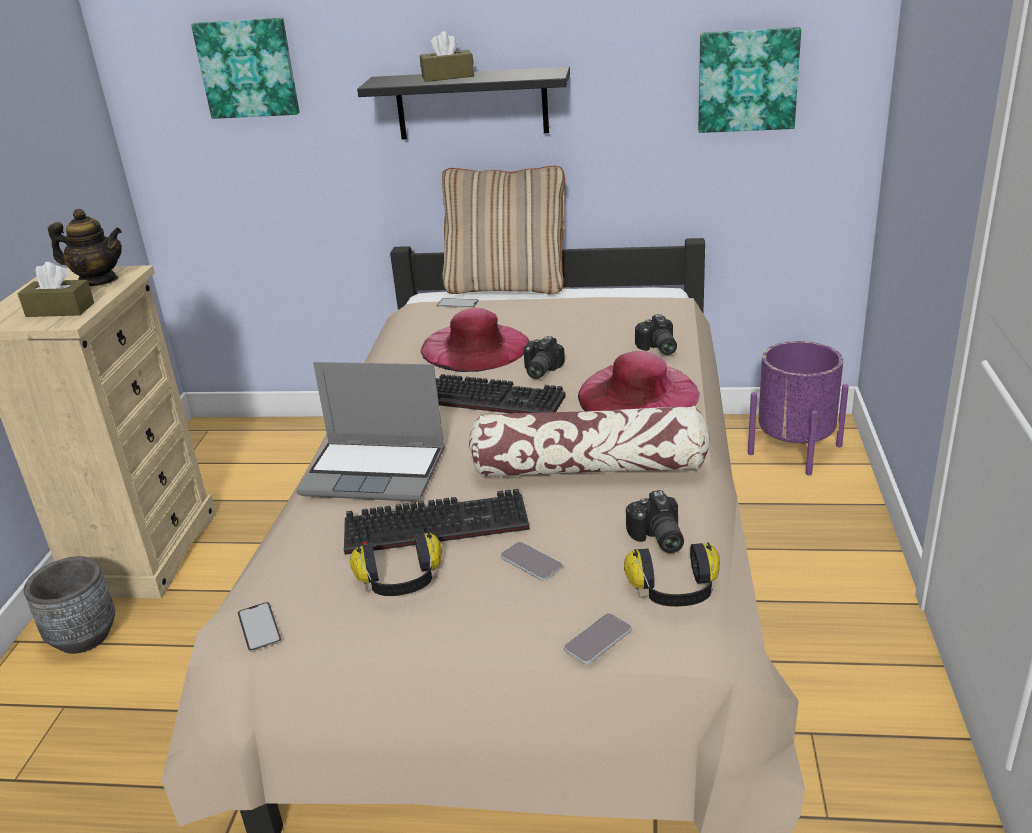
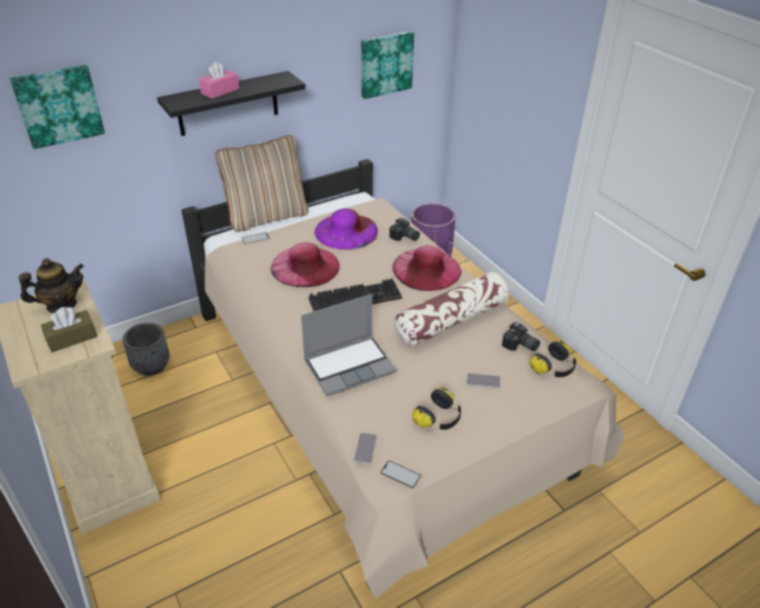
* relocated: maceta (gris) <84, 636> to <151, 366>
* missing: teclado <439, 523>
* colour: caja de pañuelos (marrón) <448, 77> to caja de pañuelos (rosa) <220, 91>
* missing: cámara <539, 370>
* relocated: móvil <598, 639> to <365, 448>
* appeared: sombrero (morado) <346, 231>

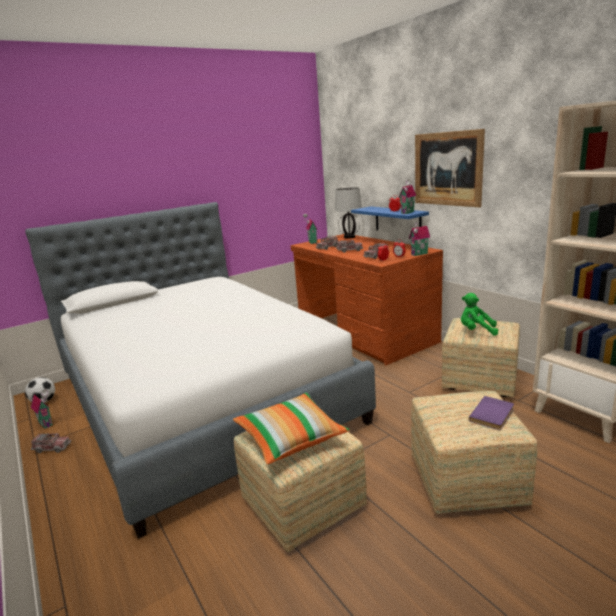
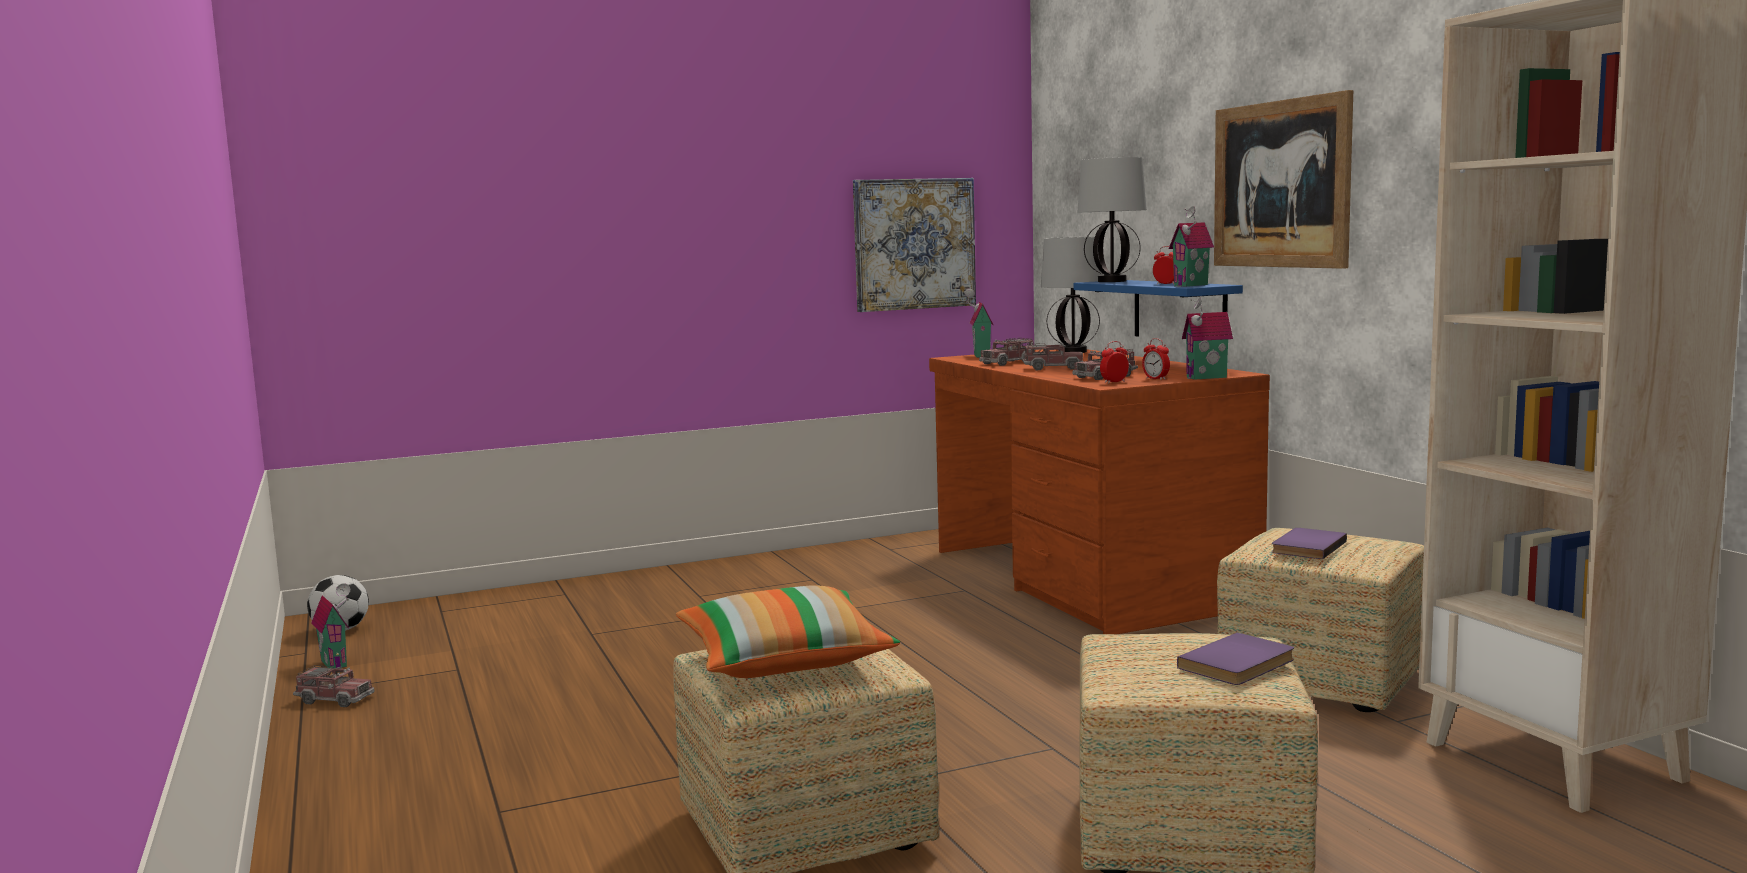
* missing: cama <201, 399>
* exchanged: peluche (verde) <476, 331> to libro (morado) <1306, 547>
* appeared: cuadro <914, 244>
* appeared: lámpara de mesa <1111, 281>

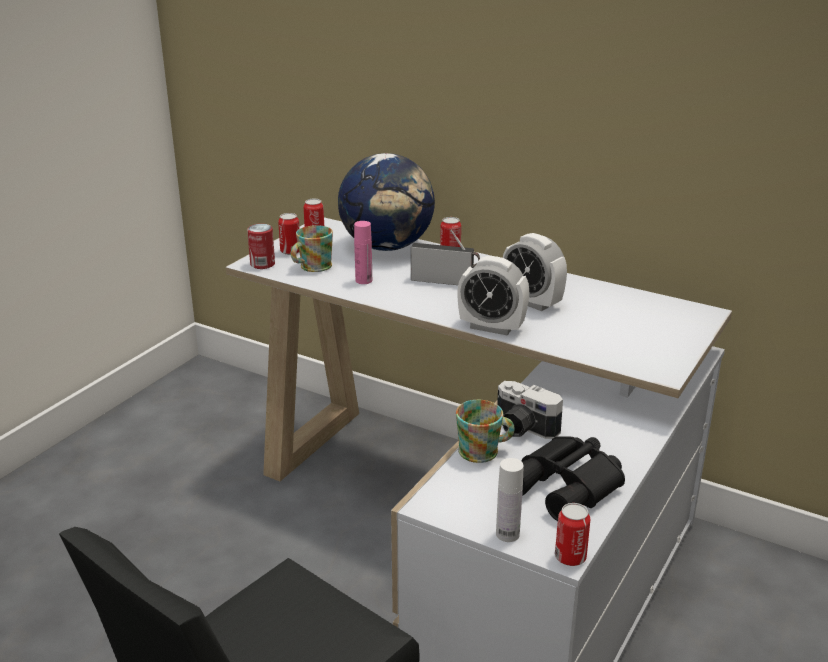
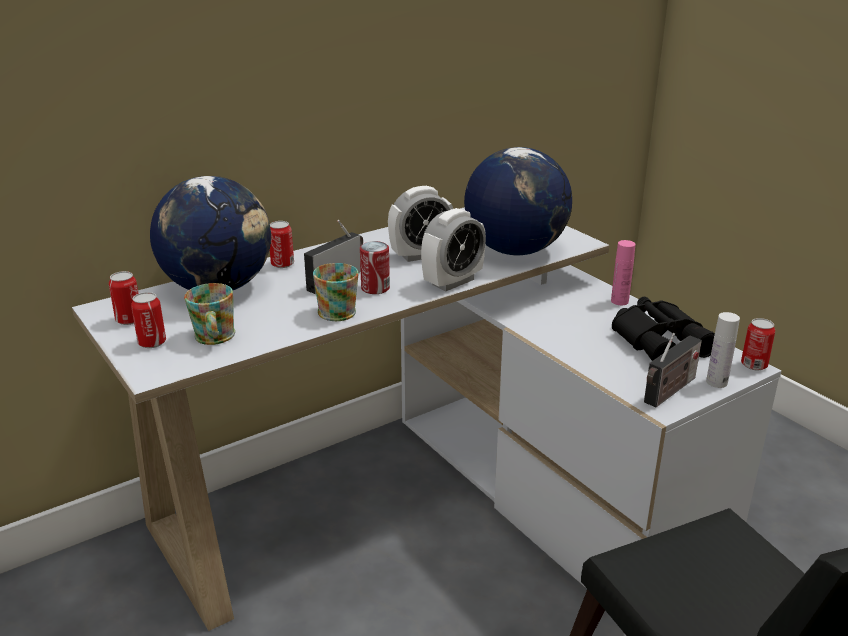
* relocated: lata <262, 264> to <375, 288>
* relocated: botella (rosa) <364, 280> to <619, 301>
* relocated: taza grande <484, 451> to <340, 310>
* missing: cámara <523, 428>
* appeared: globo terráqueo <515, 250>
* appeared: radio <668, 392>

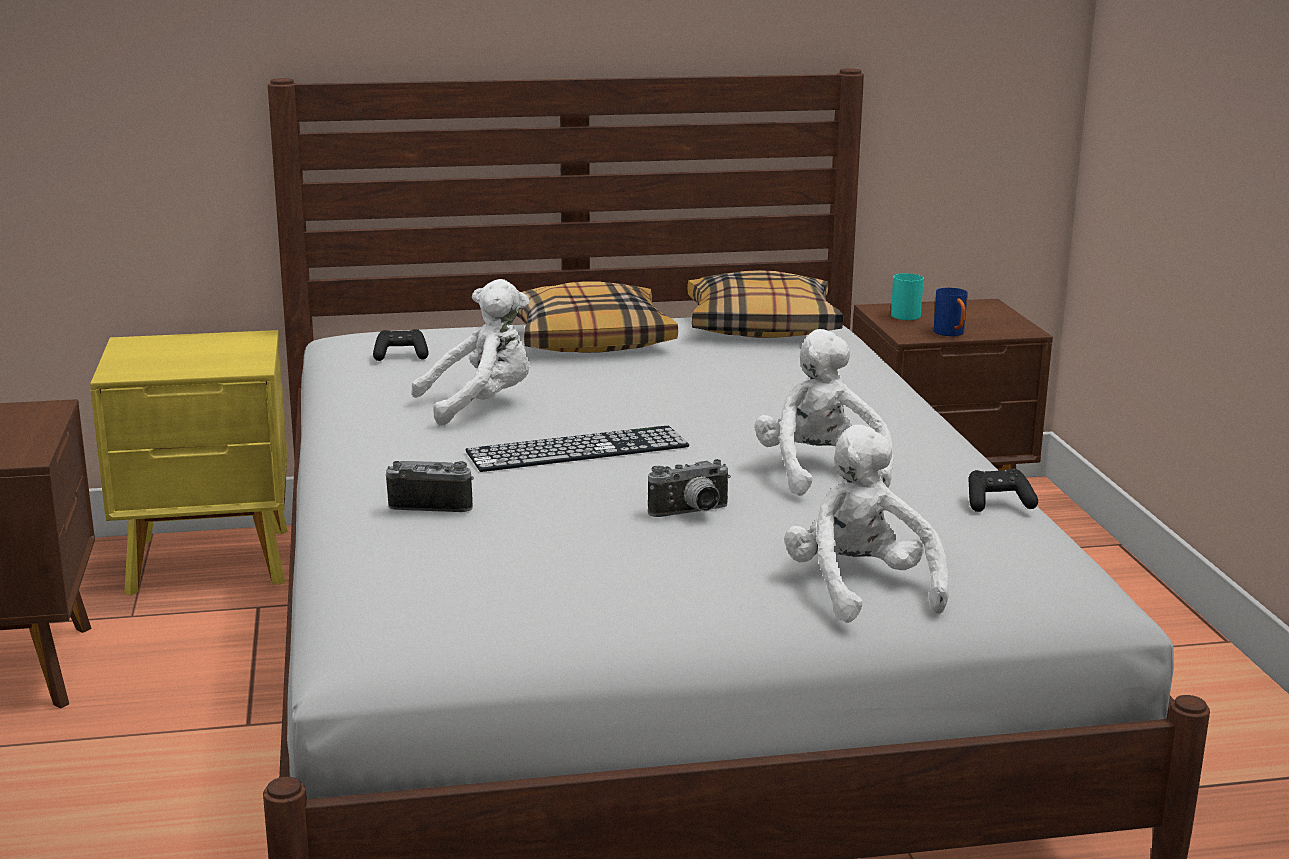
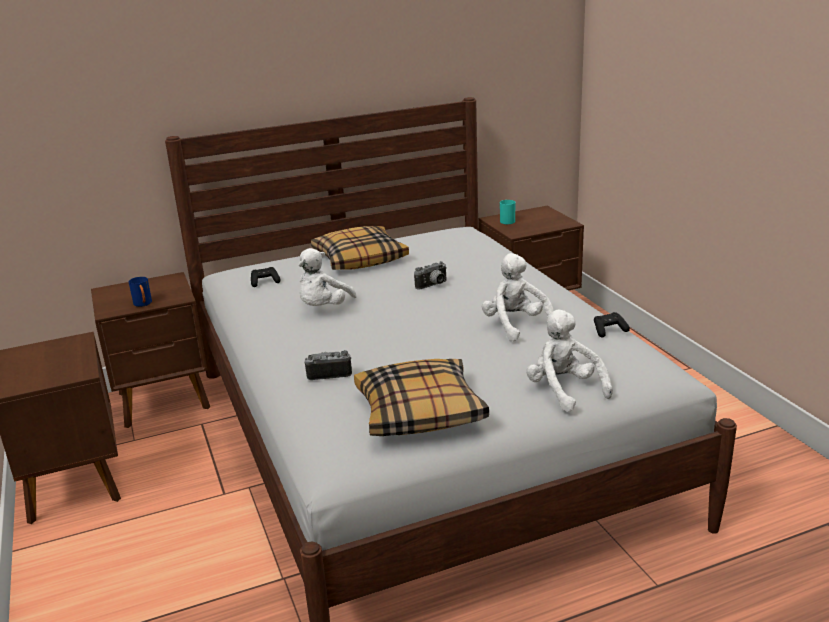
* colour: mesita de noche (amarillo) <212, 562> to mesita de noche (marrón) <165, 401>
* spun: peluche (blanco) <481, 405> = <324, 308> 150 degrees clockwise
* missing: teclado <577, 449>
* relocated: cámara <692, 513> to <433, 286>
* relocated: cojín <761, 327> to <419, 412>
* relocated: taza grande (azul) <951, 334> to <143, 304>

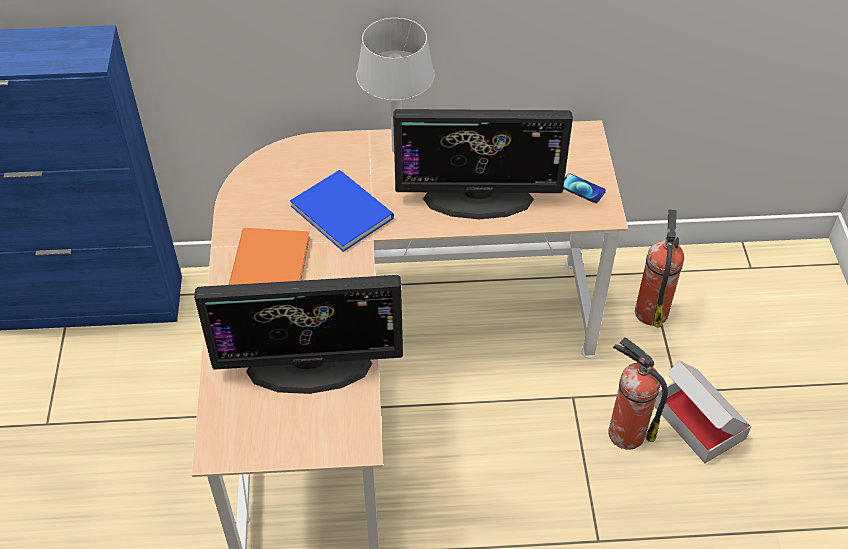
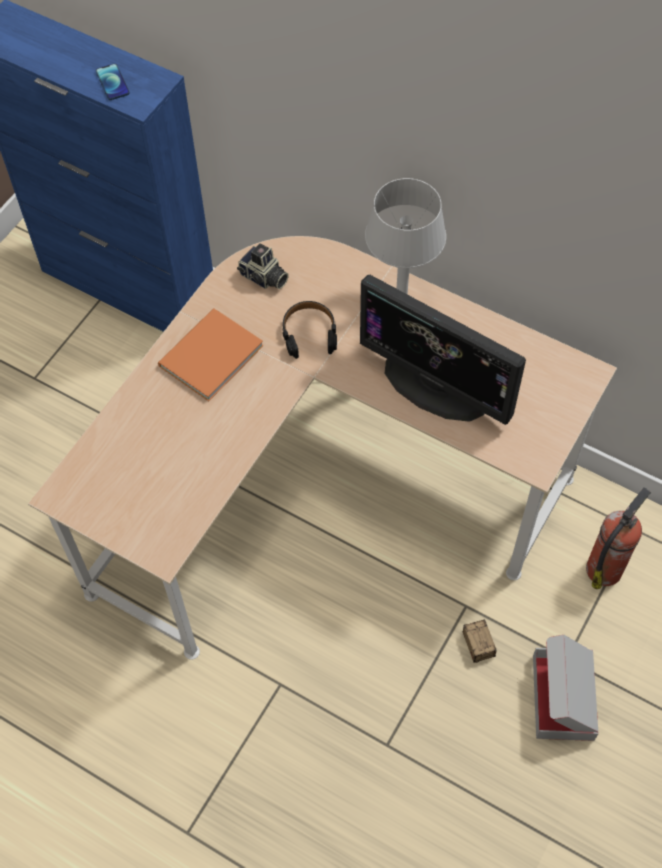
* missing: monitor <309, 366>
* exchanged: libro (azul) <342, 209> to auriculares (negro) <309, 333>
* relocated: móvil <582, 189> to <112, 82>
* exchanged: extintor <624, 432> to caja de almacenaje <486, 666>
* appeared: cámara <263, 278>

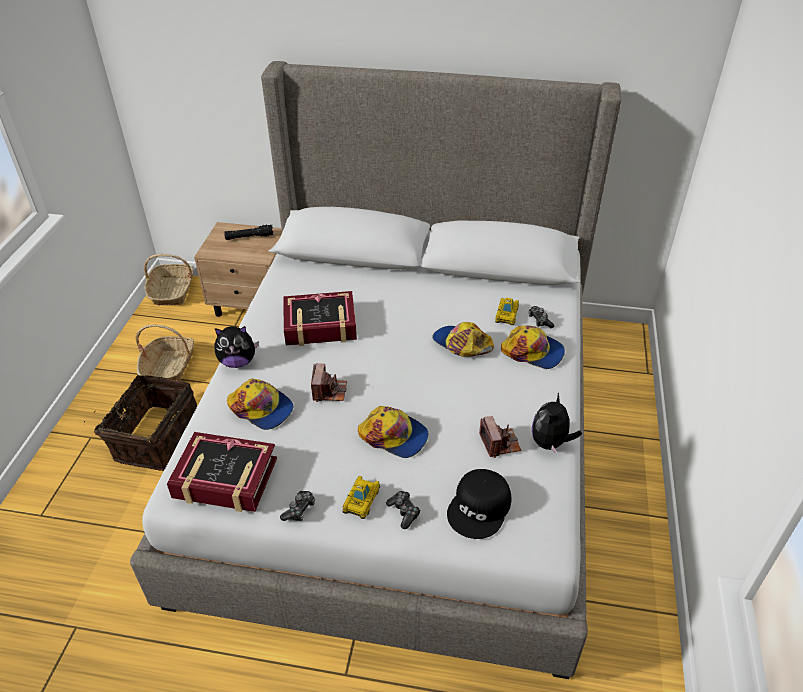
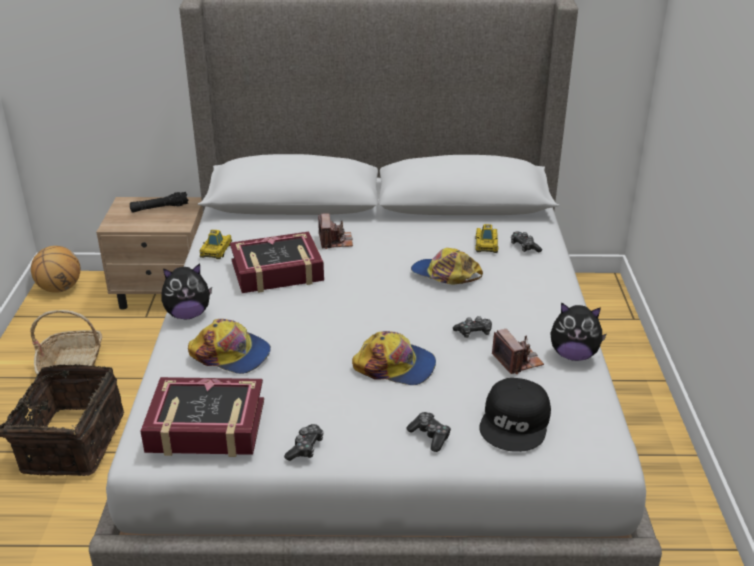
* exchanged: cesta <172, 291> to balón de baloncesto <59, 289>
* relocated: cámara <329, 391> to <335, 241>
* relocated: coche de juguete <361, 500> to <216, 250>
* missing: gorra <533, 352>
* spun: peluche <550, 443> = <573, 355> 90 degrees counterclockwise
* appeared: mando de consola <473, 332>

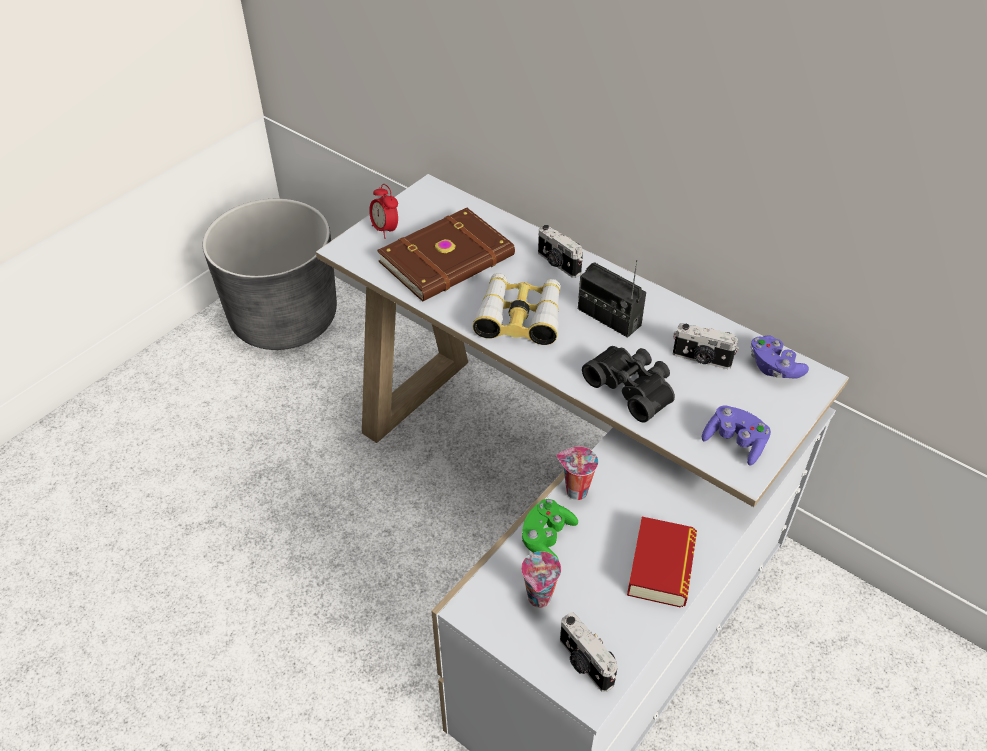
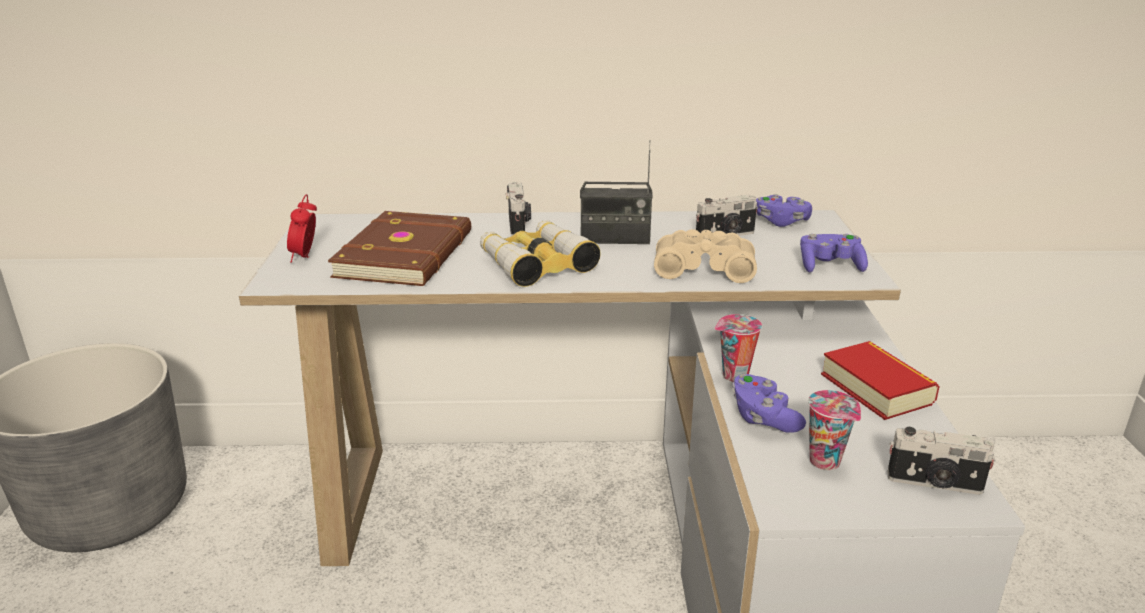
* spun: despertador <385, 230> = <305, 257> 75 degrees clockwise
* colour: mando de consola (verde) <547, 538> to mando de consola (morado) <763, 418>
* spun: cámara <557, 264> = <519, 225> 105 degrees counterclockwise
* colour: prismáticos (negro) <632, 387> to prismáticos (beis) <704, 268>

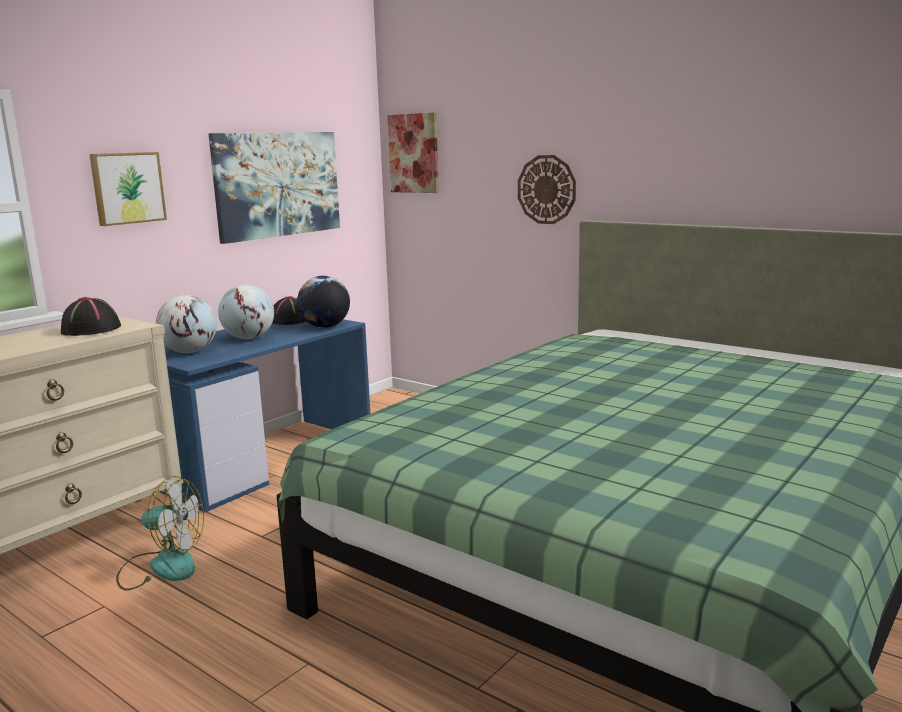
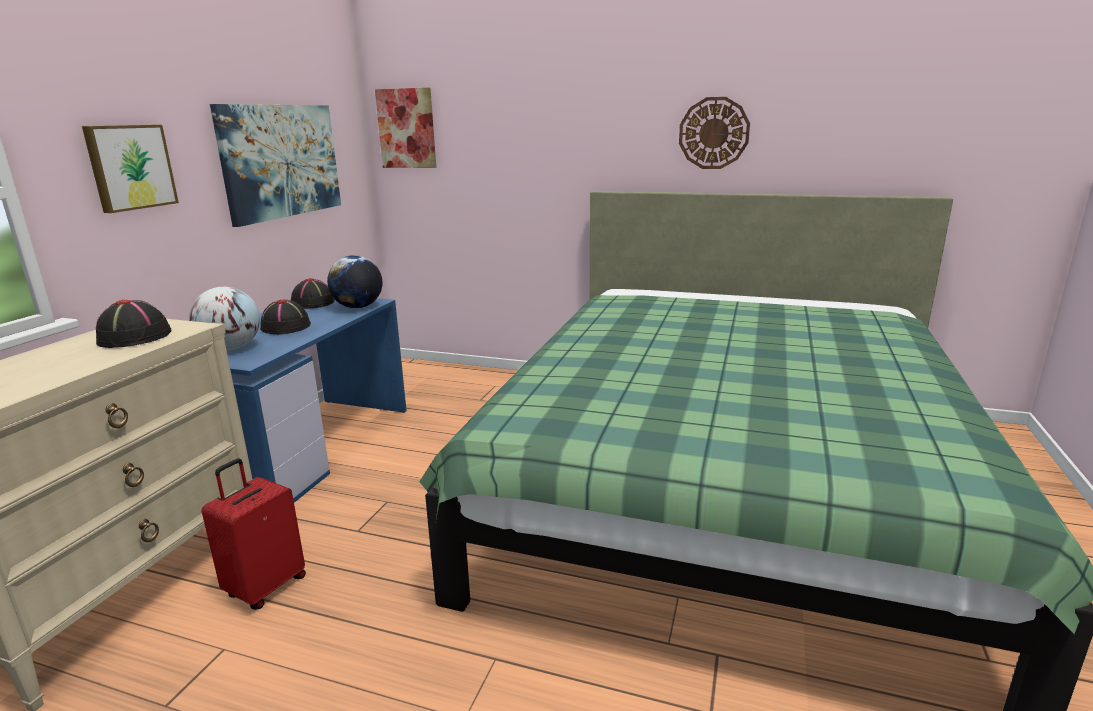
* exchanged: ventilador <161, 566> to maleta (rojo) <265, 587>
* exchanged: globo terráqueo <249, 338> to sombrero (negro) <286, 326>
* relocated: reloj de pared <546, 189> to <713, 133>

